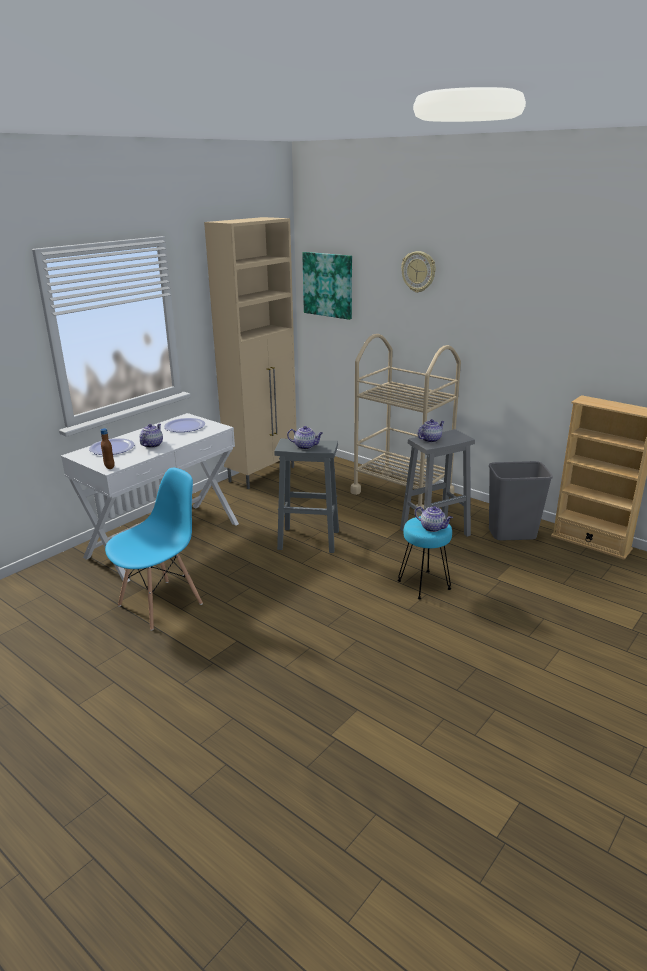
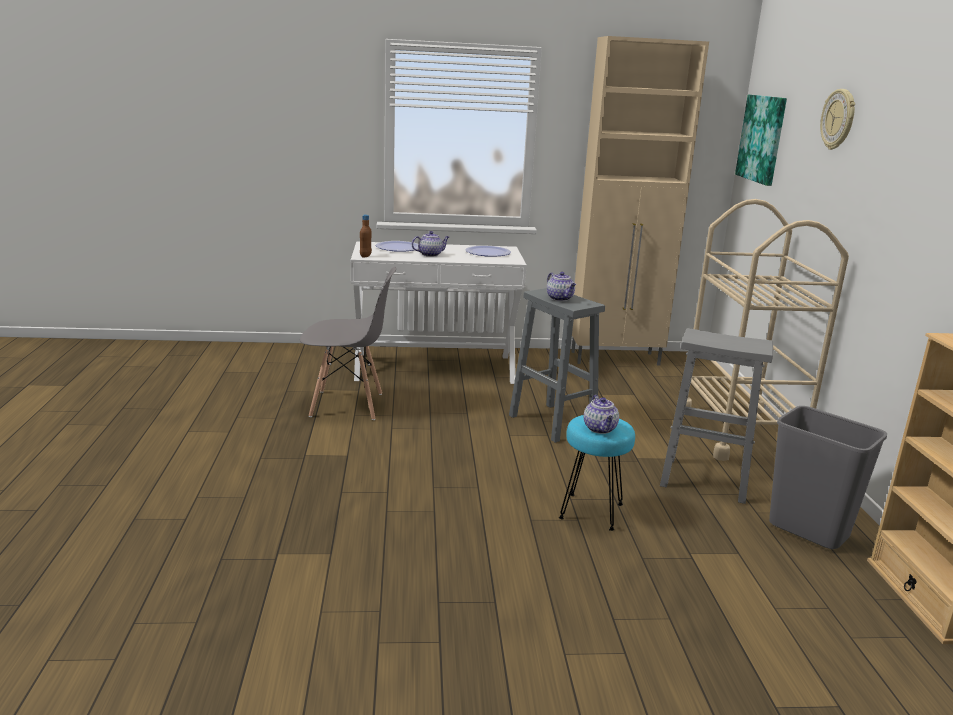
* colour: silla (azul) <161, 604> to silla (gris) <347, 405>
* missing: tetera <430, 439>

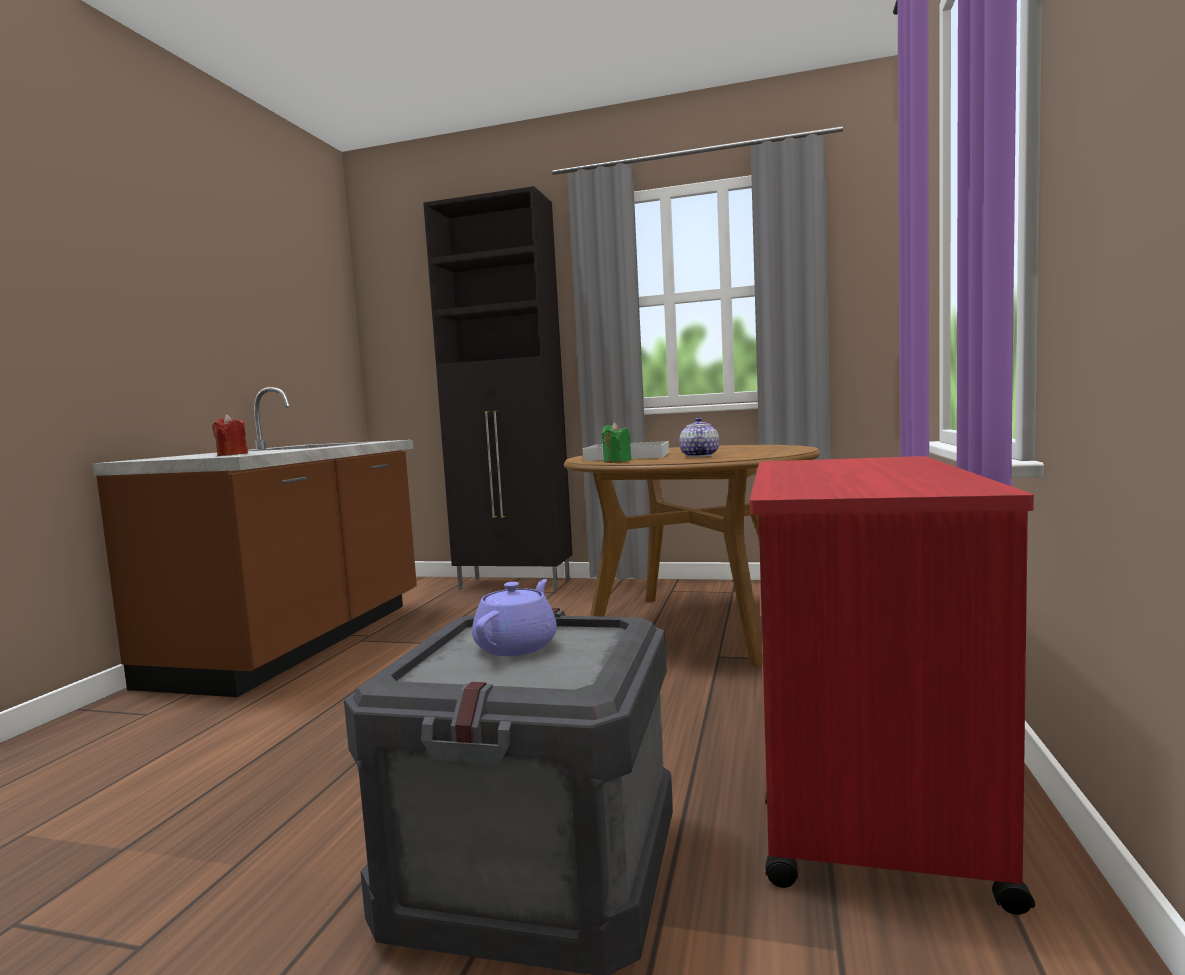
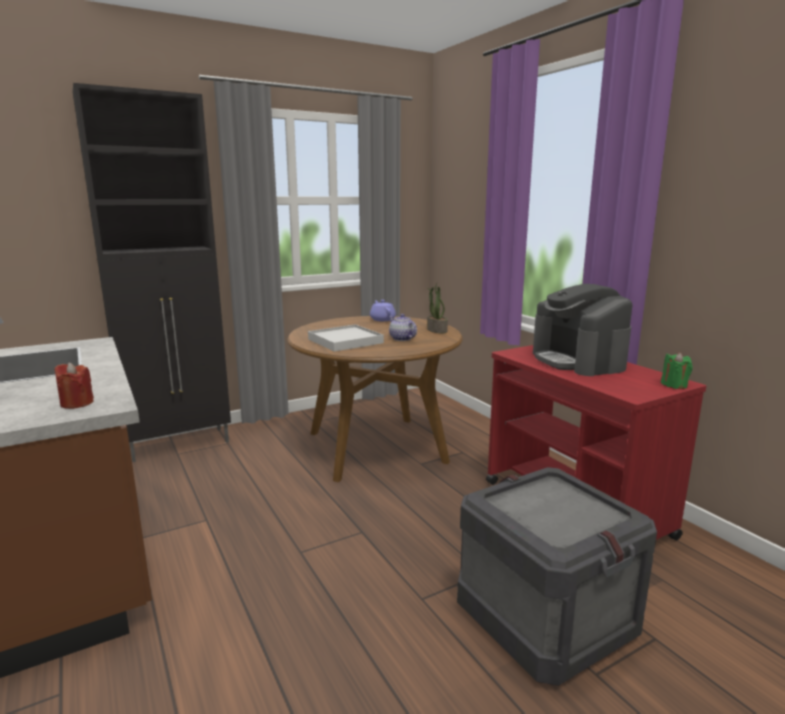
* relocated: tetera (morado) <517, 646> to <382, 319>
* relocated: vela (verde) <617, 461> to <674, 385>
* appeared: planta en maceta <436, 330>
* appeared: cafetera <578, 361>

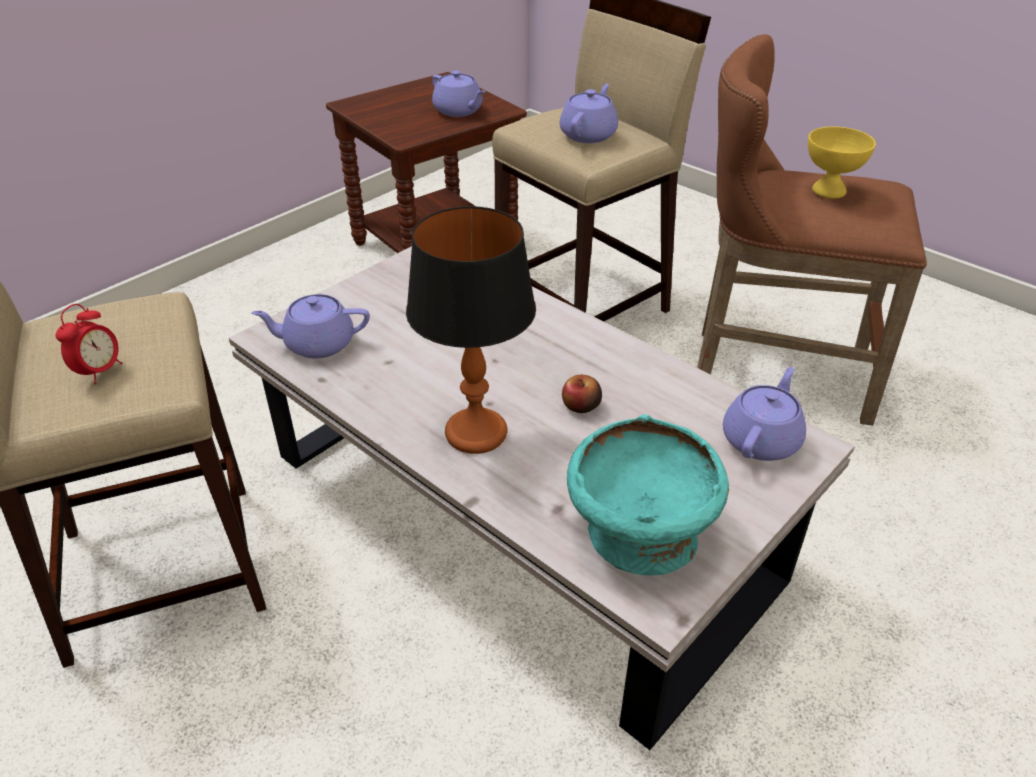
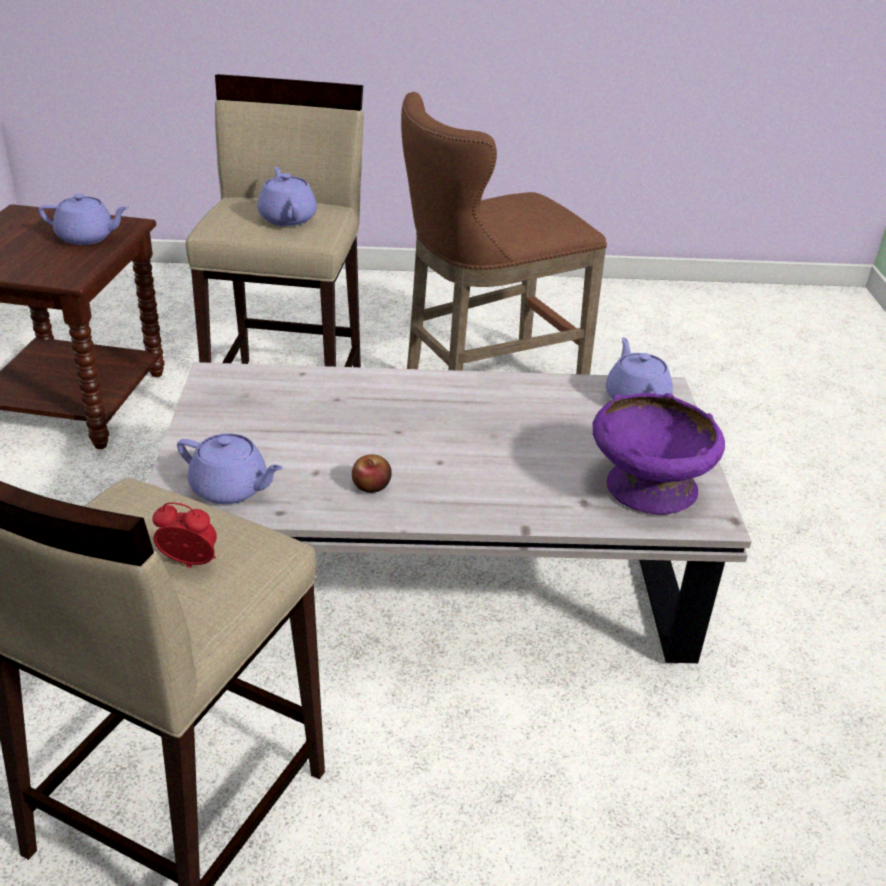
* spun: despertador <100, 371> = <190, 565> 60 degrees counterclockwise
* spun: tetera (morado) <317, 344> = <231, 489> 105 degrees counterclockwise
* missing: lámpara de mesa <475, 433>
* relocated: manzana <581, 406> to <371, 486>
* colour: cuenco (turquesa) <639, 531> to cuenco (morado) <647, 488>
* missing: cuenco (amarillo) <829, 191>

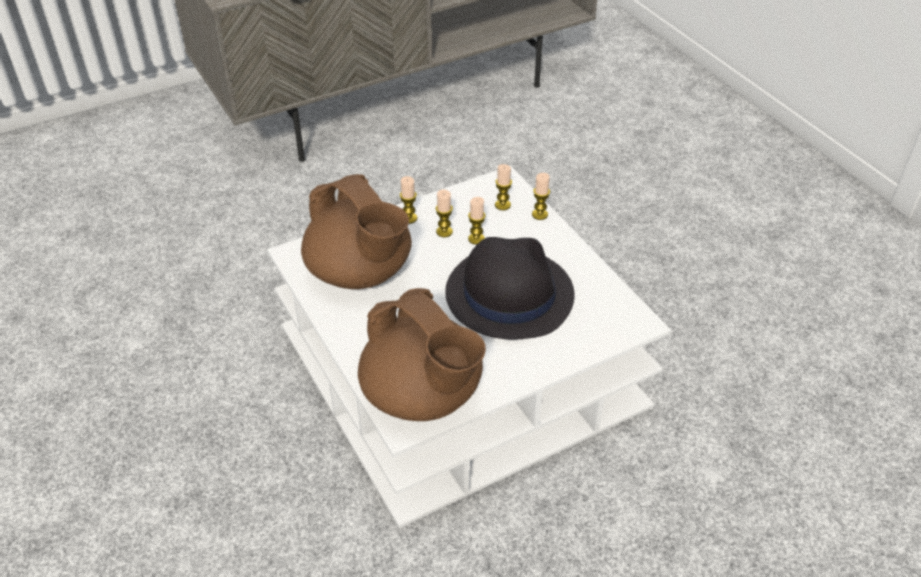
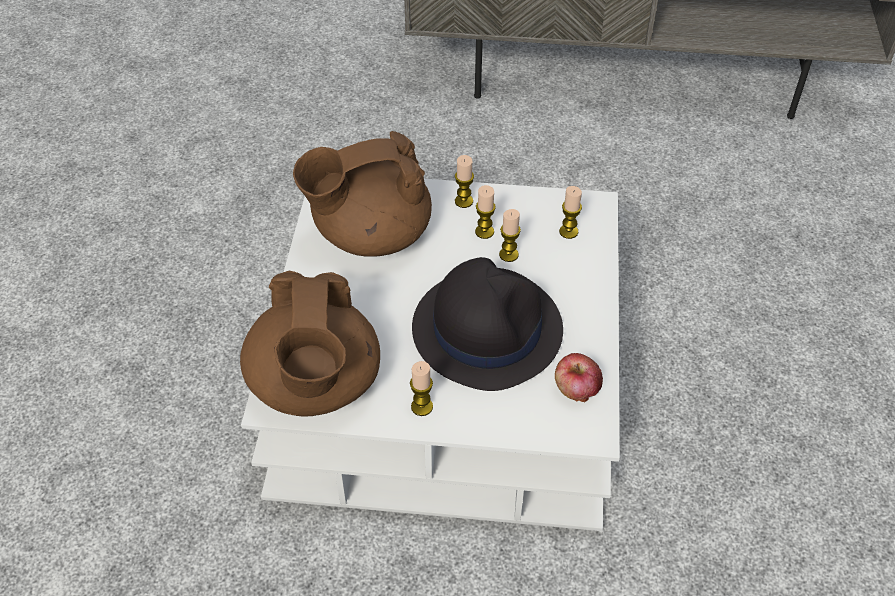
* spun: tetera (marrón) <360, 272> = <370, 234> 75 degrees clockwise
* relocated: vela <540, 214> to <422, 407>
* appeared: manzana <576, 389>

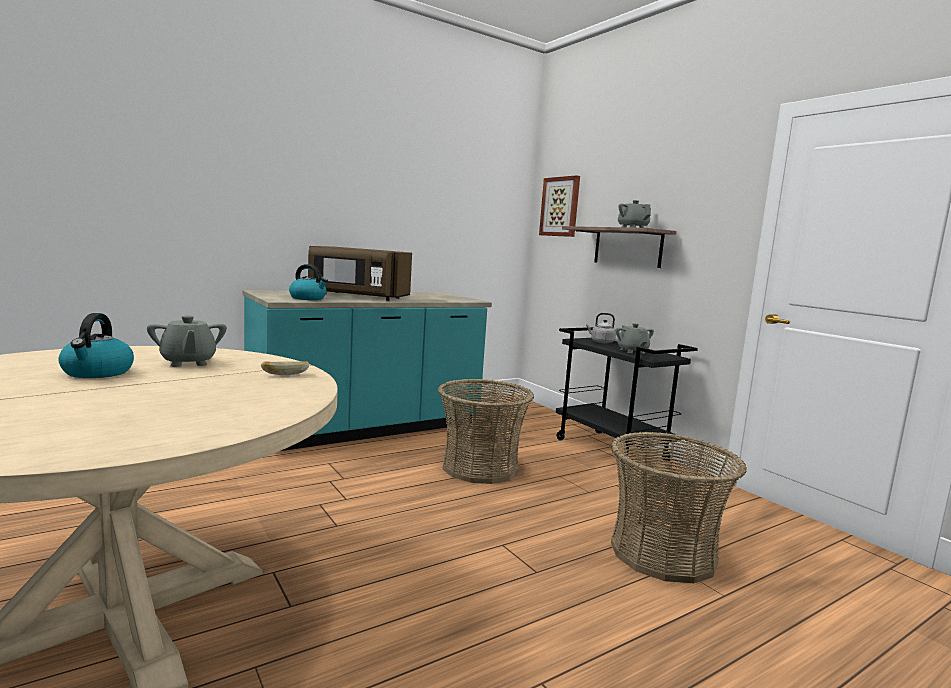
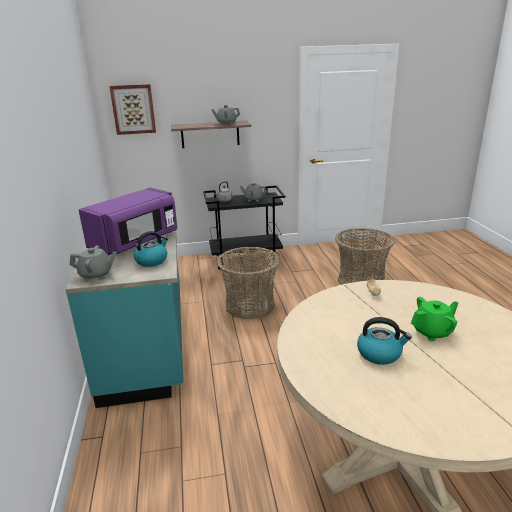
* relocated: tetera (gris) <188, 362> to <96, 275>
* colour: microondas (marrón) <357, 296> to microondas (morado) <136, 241>
* appeared: tetera (verde) <432, 332>

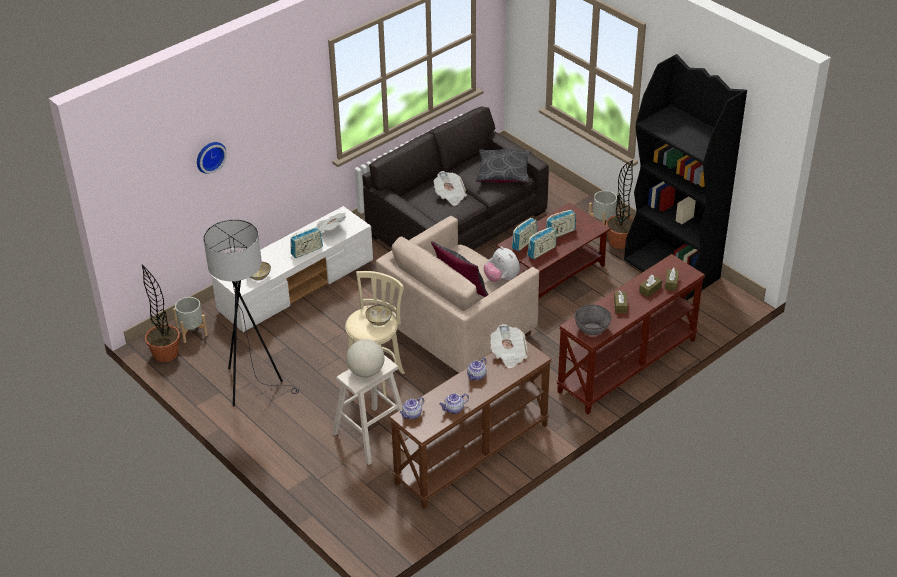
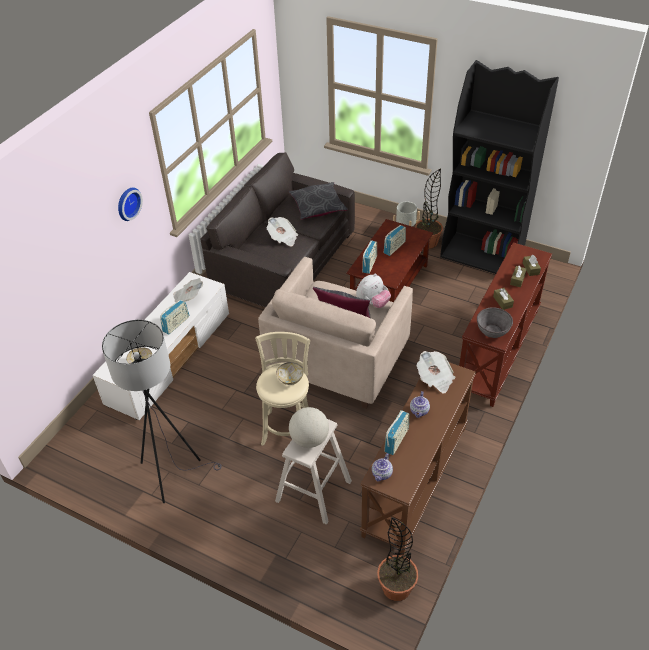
* relocated: planta en maceta <165, 354> to <396, 587>
* missing: maceta (gris) <192, 332>
* relocated: reloj de pared <209, 156> to <127, 203>
* missing: tetera <453, 409>
* spun: peluche <501, 278> = <372, 303> 75 degrees counterclockwise
* relocated: radio <541, 251> to <396, 440>

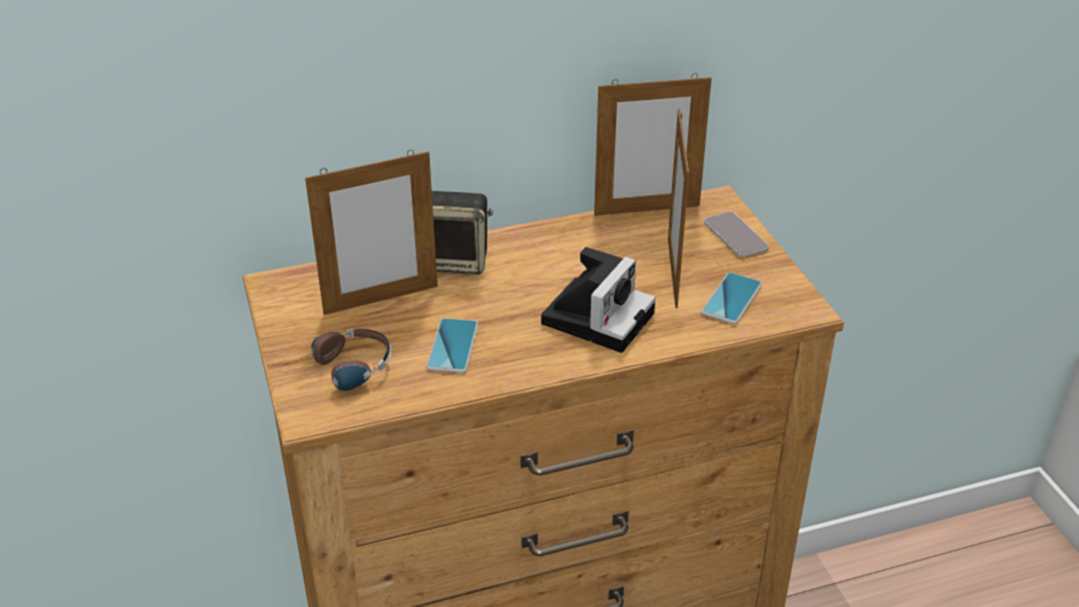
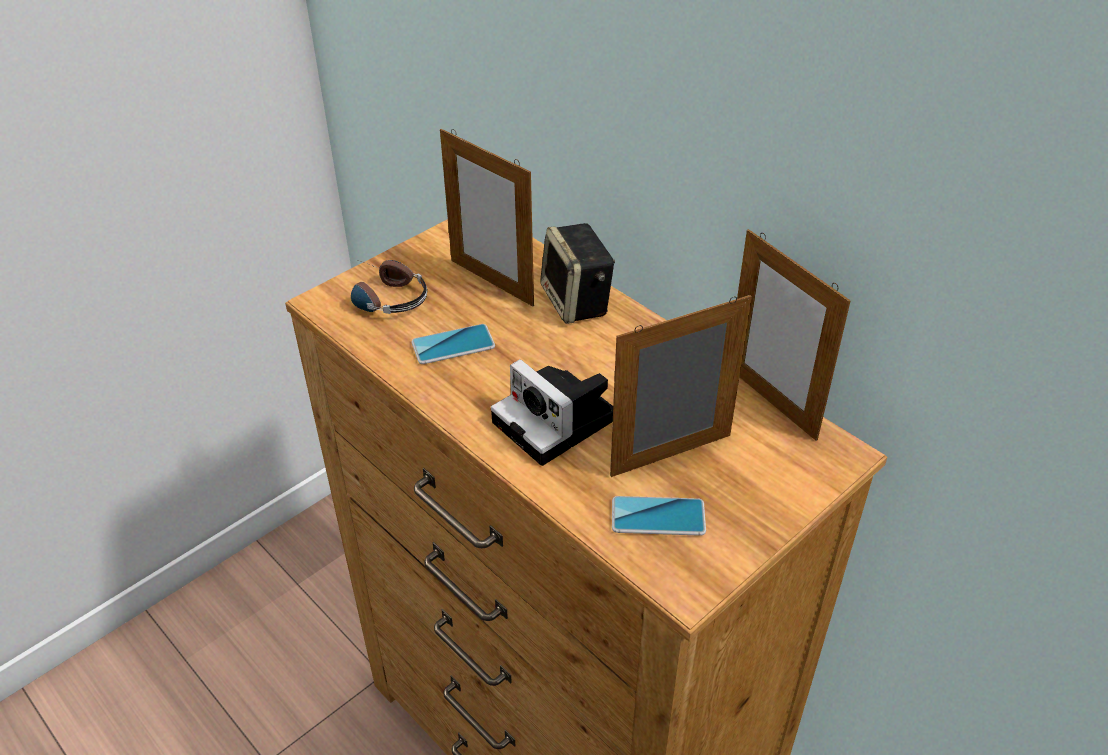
* spun: cámara <598, 315> = <559, 422> 45 degrees clockwise
* missing: móvil <735, 236>

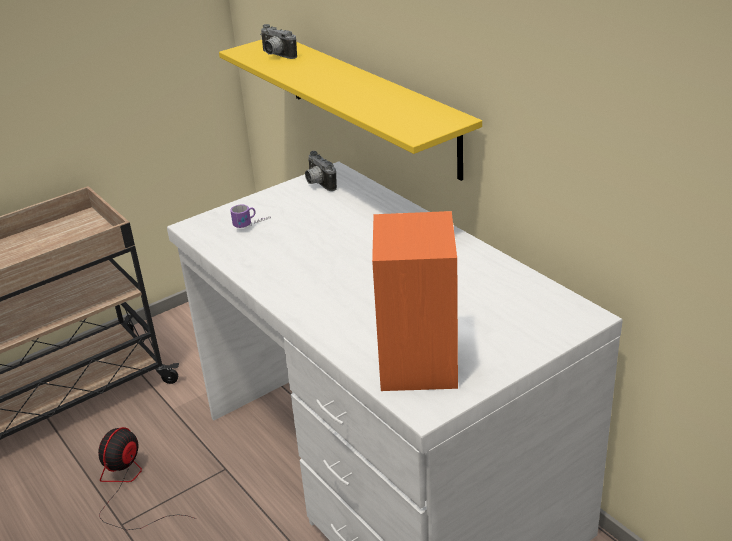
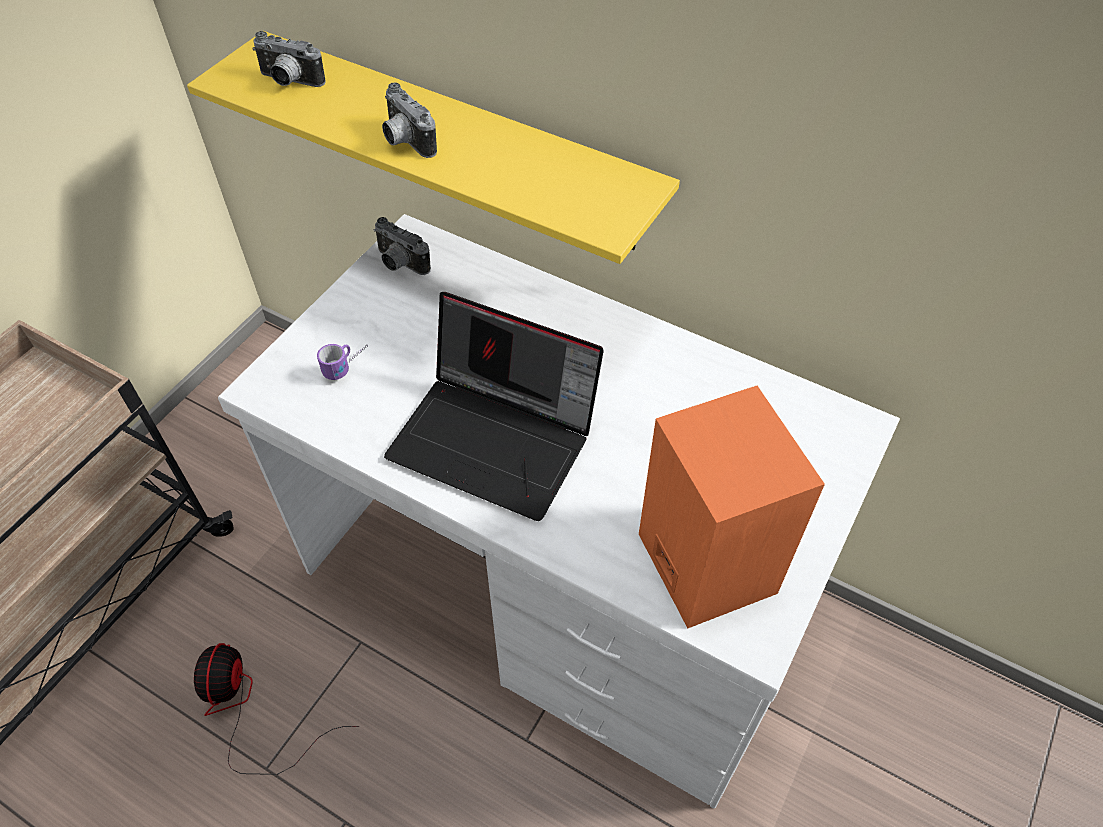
* appeared: cámara <405, 141>
* appeared: portátil <497, 439>

